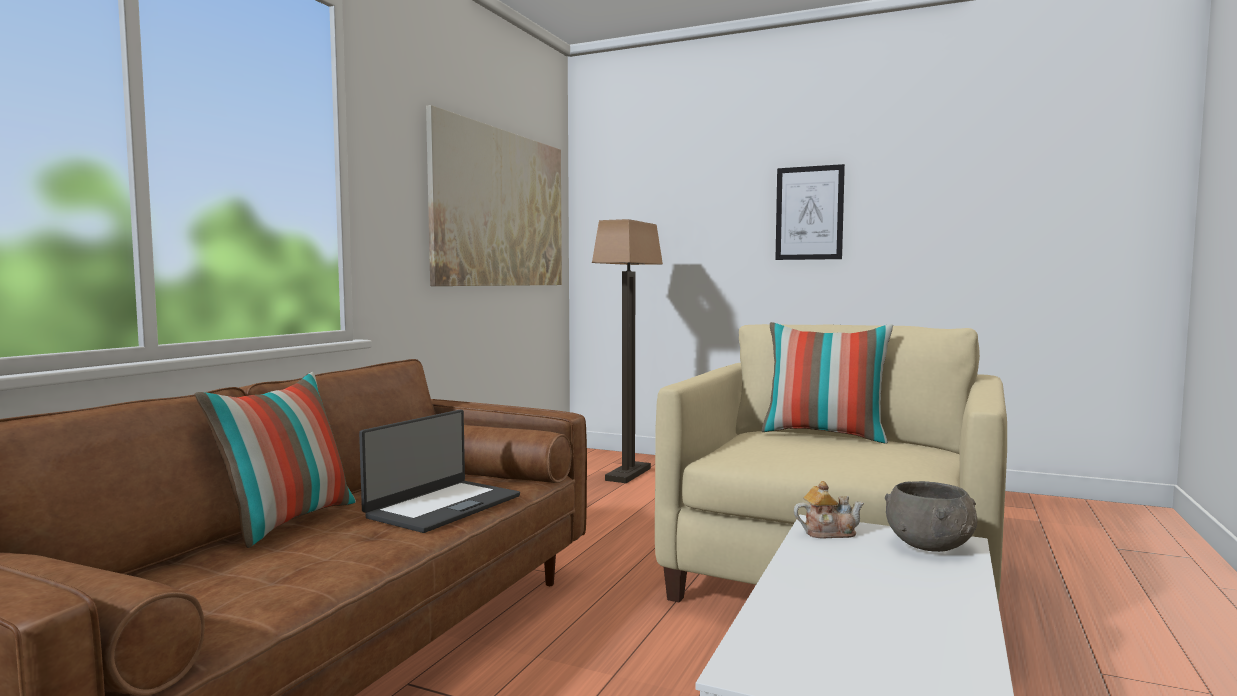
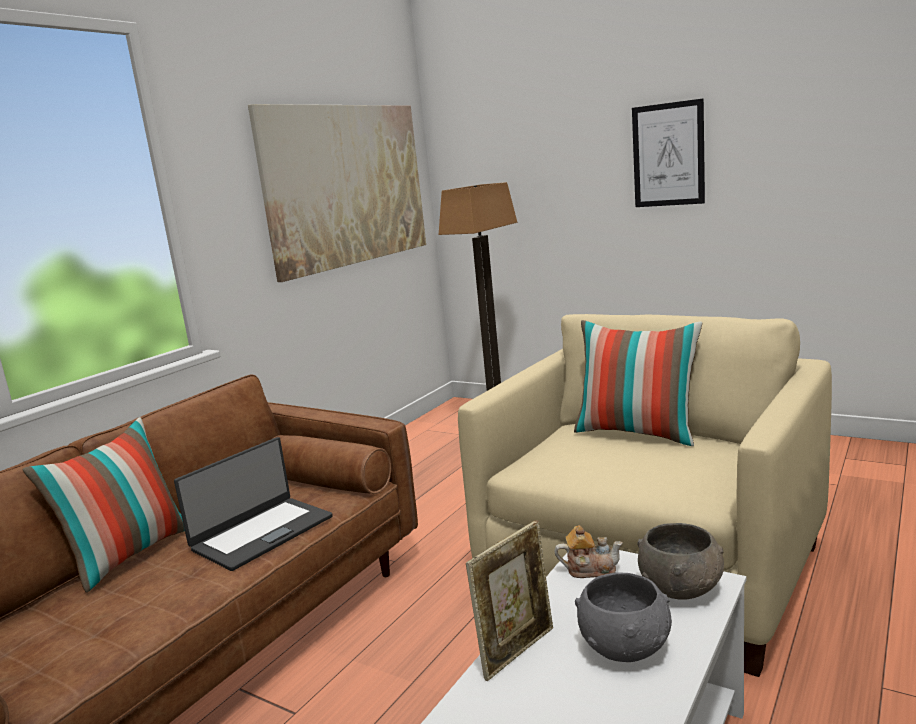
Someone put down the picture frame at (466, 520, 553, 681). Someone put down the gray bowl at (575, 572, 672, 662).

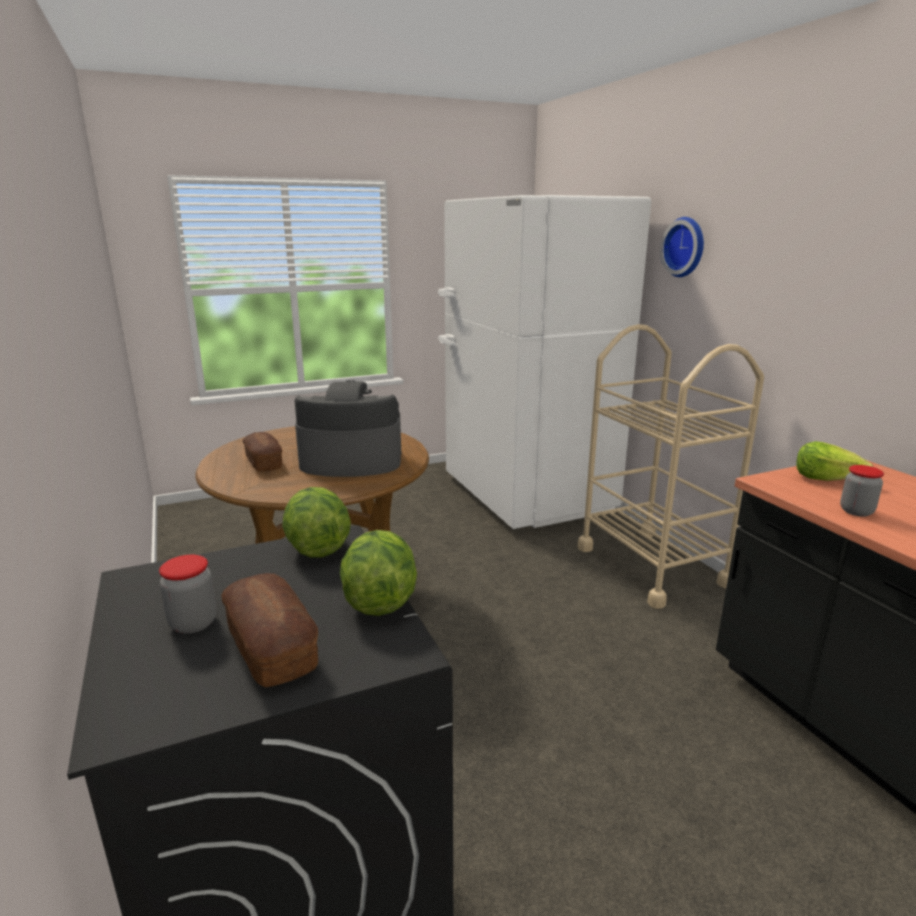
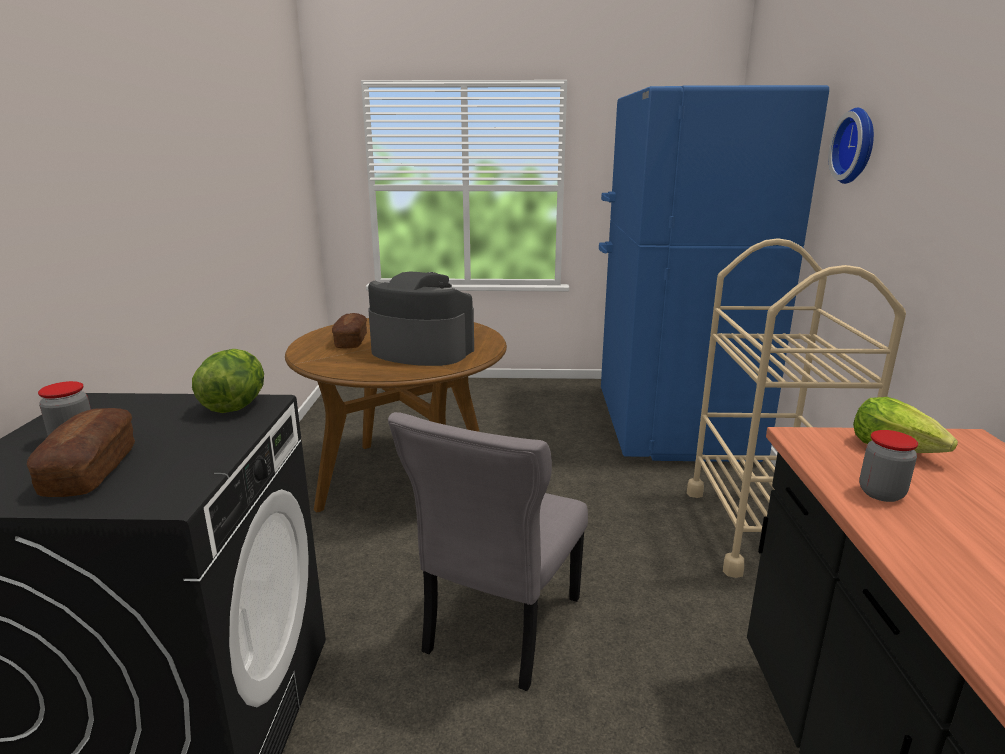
Someone took away the lettuce head at (340, 530, 417, 616). Someone put down the gray upright chair at (388, 412, 588, 691). Someone repainted the white-coloured fridge at (438, 195, 651, 529), which became the blue fridge at (599, 85, 829, 462).

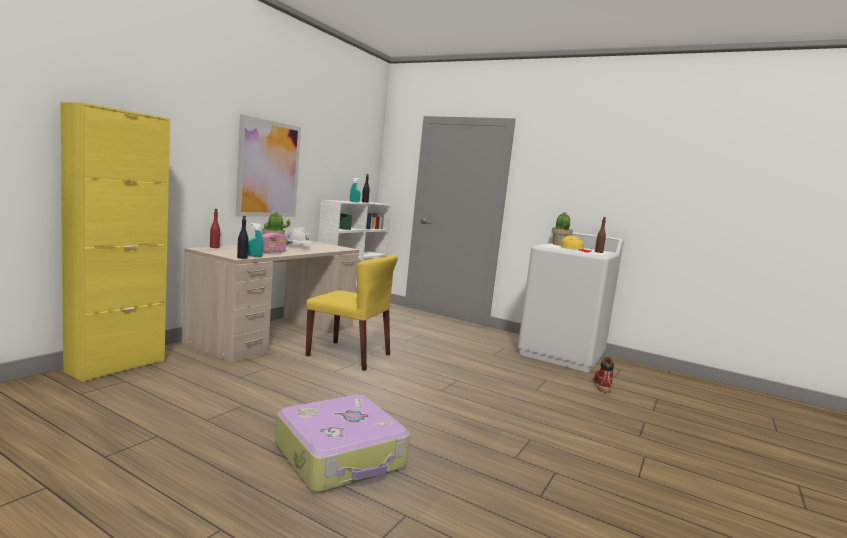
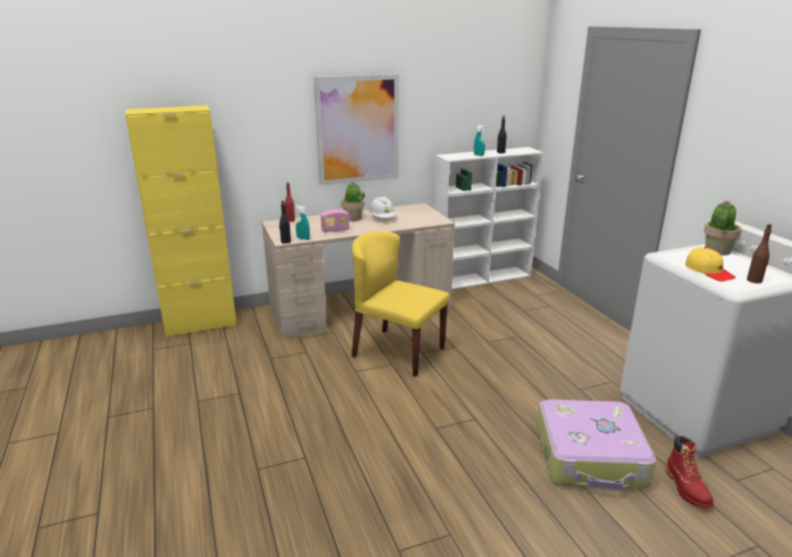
Someone carried the piece of luggage from (275, 395, 410, 492) to (537, 400, 656, 490). Someone rotated the yellow-coloured upright chair at (306, 255, 398, 371) by 150 degrees clockwise. Someone rotated the red-coloured tall boot at (594, 357, 614, 393) by 120 degrees clockwise.

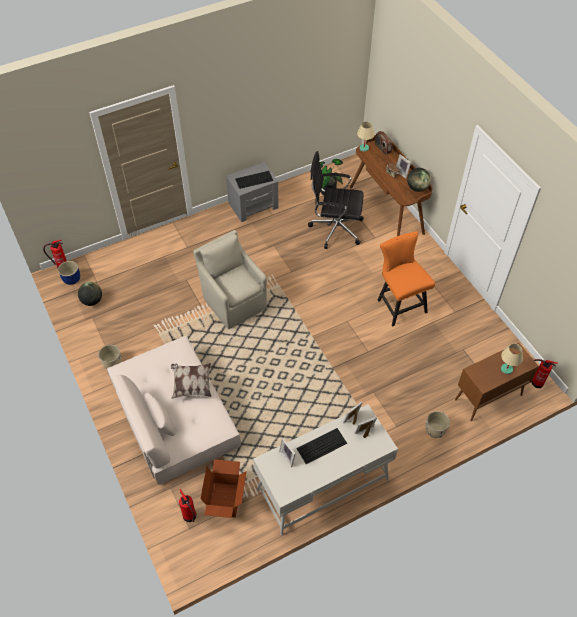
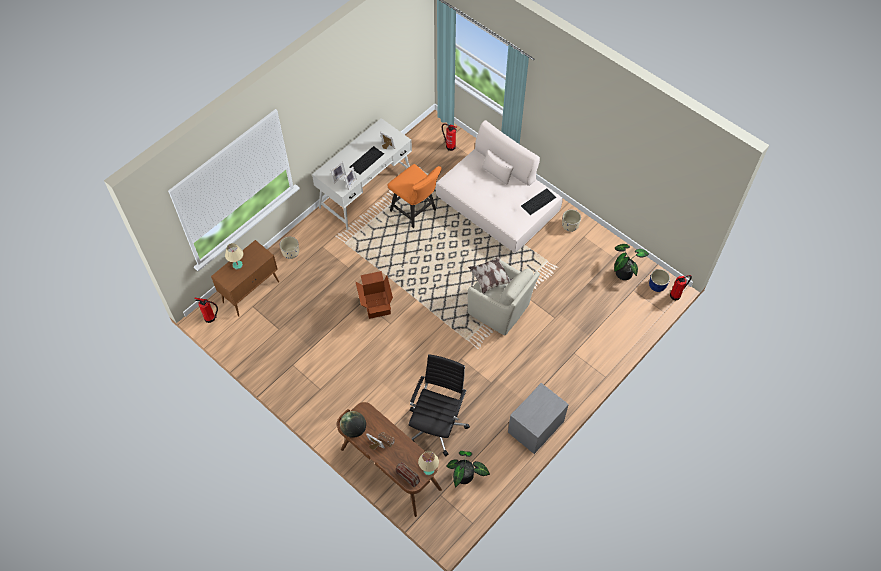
Someone carried the pillow from (171, 363, 212, 399) to (468, 256, 513, 294). Someone carried the cardboard box from (200, 459, 247, 518) to (356, 271, 393, 319). Someone carried the keyboard from (235, 171, 273, 189) to (521, 189, 556, 215). Someone carried the orangey upright chair from (377, 231, 435, 326) to (387, 164, 442, 228). Someone swapped the desk globe at (78, 282, 102, 306) for the plant in a pot at (614, 244, 649, 280). Someone rotated the blackish office chair at (308, 151, 364, 249) by 60 degrees counterclockwise.

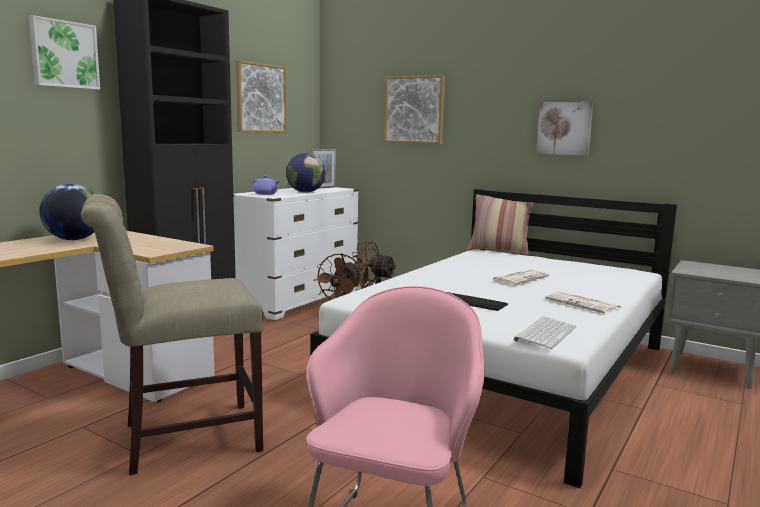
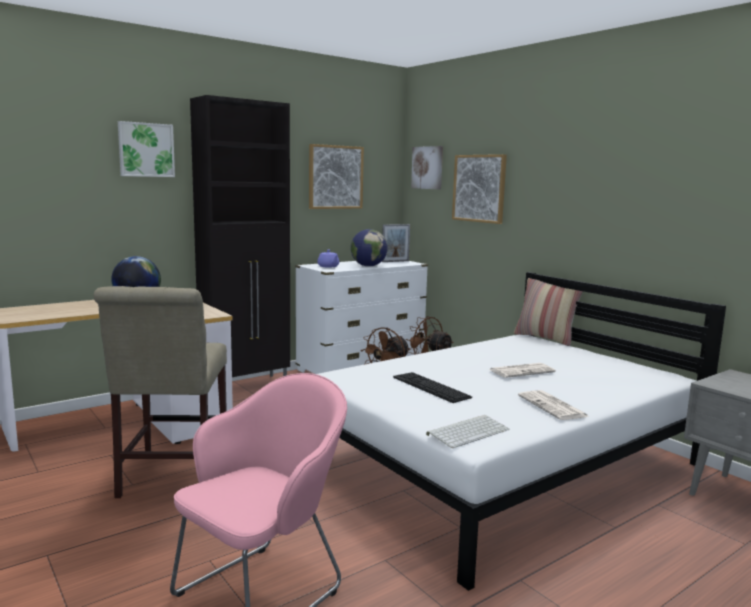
Someone carried the wall picture from (536, 102, 593, 156) to (411, 146, 443, 190). Someone rotated the beige-coloured upright chair at (81, 194, 264, 475) by 90 degrees counterclockwise.

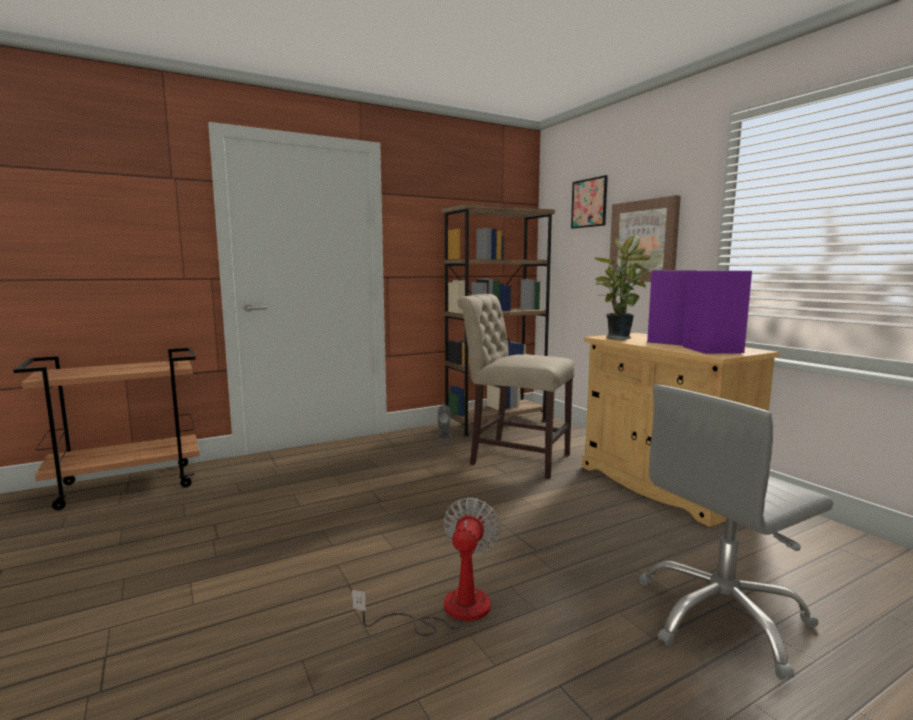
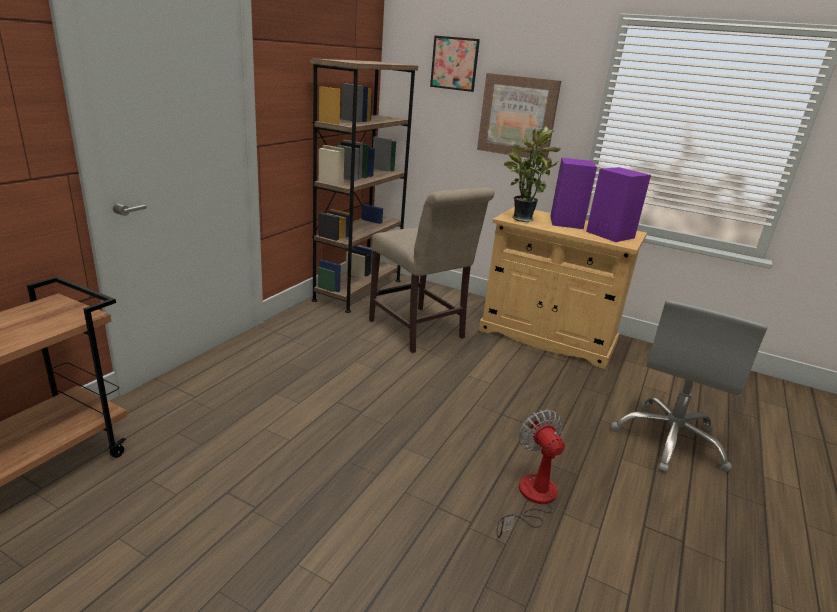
Someone took away the gray loudspeaker at (437, 405, 452, 441). Someone rotated the beige-coloured upright chair at (457, 294, 574, 479) by 120 degrees counterclockwise.

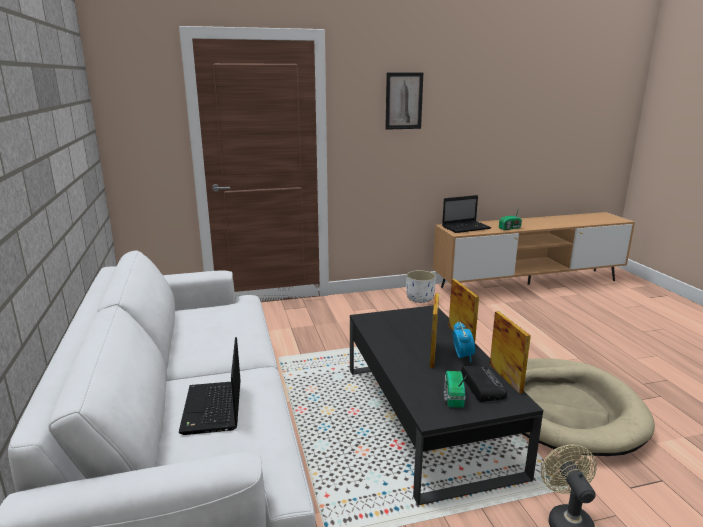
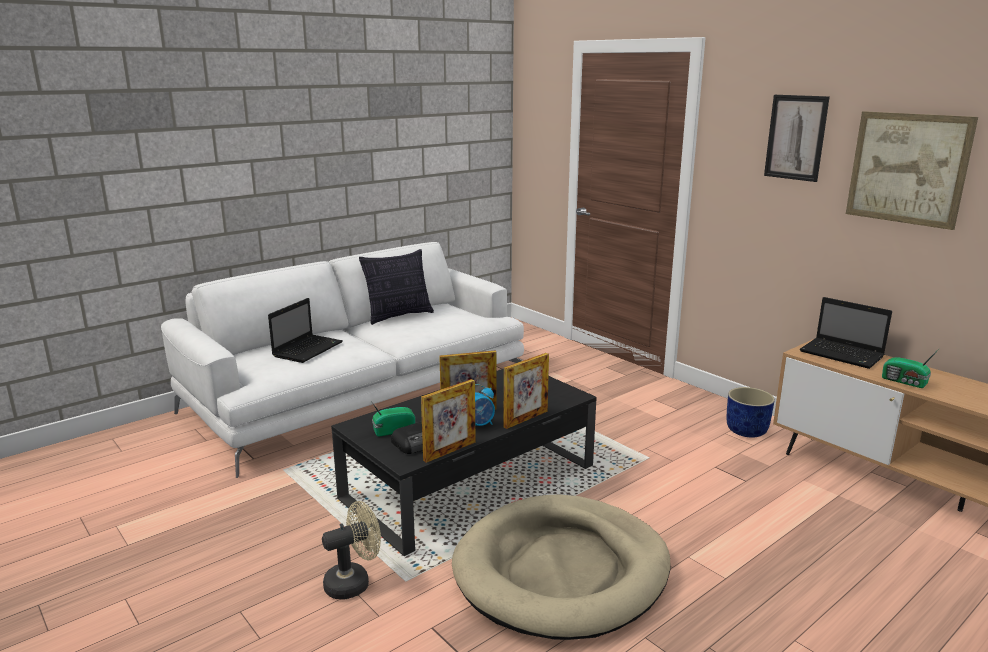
Someone put down the pillow at (359, 249, 434, 325). Someone put up the wall picture at (846, 111, 978, 230). Someone repainted the white-coloured flower pot at (406, 270, 436, 303), which became the blue flower pot at (727, 387, 775, 437). Someone rotated the notebook computer at (179, 337, 241, 435) by 150 degrees clockwise.

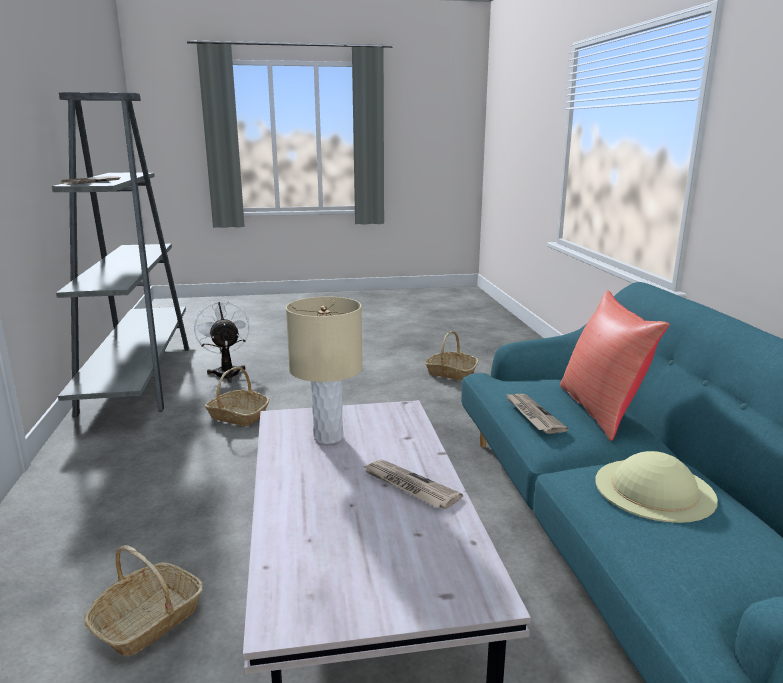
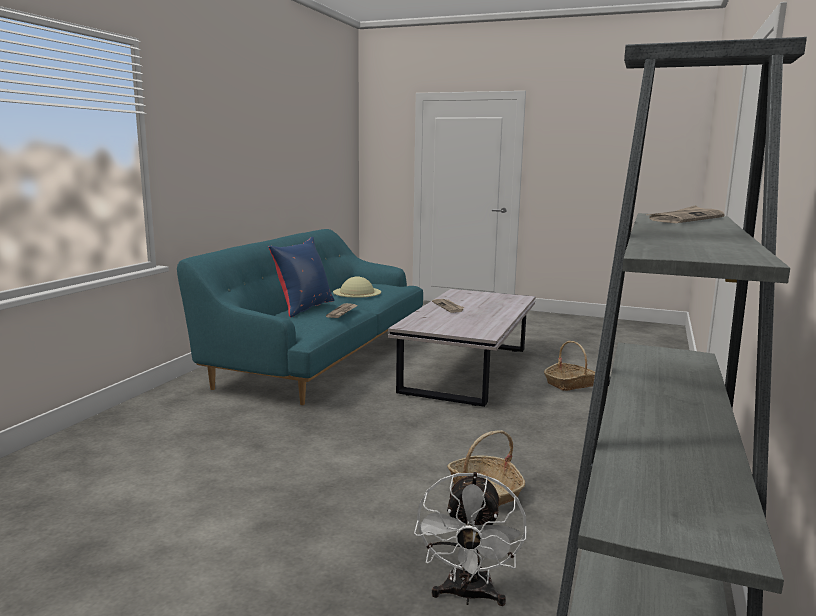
Someone took away the beige-coloured tabletop lamp at (286, 297, 363, 444). Someone took away the storage basket at (425, 331, 479, 381). Someone repainted the red-coloured pillow at (560, 291, 669, 441), which became the blue pillow at (269, 237, 335, 317).

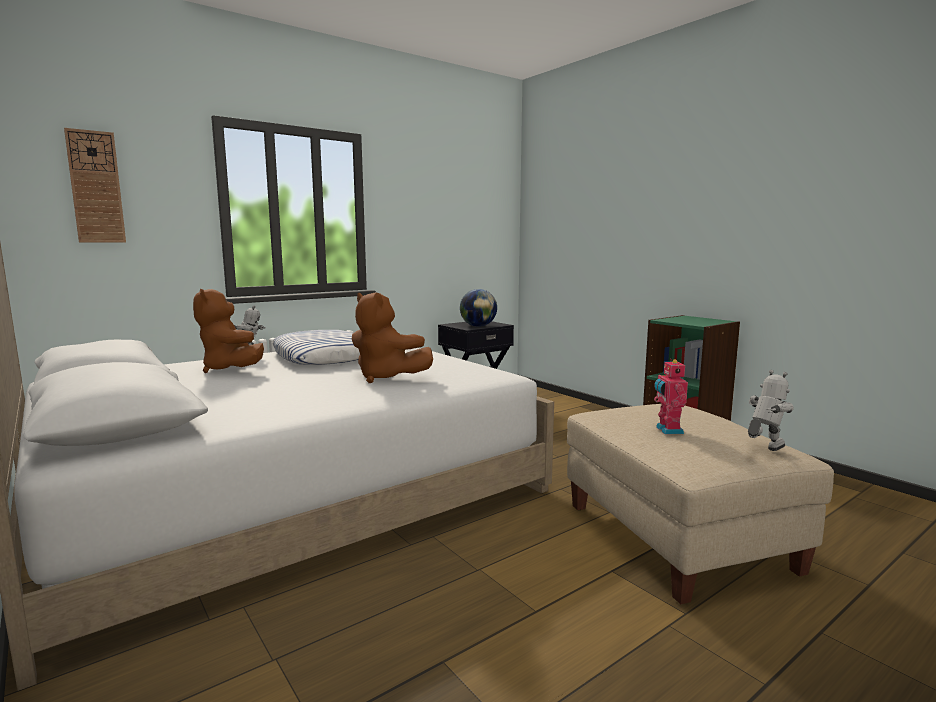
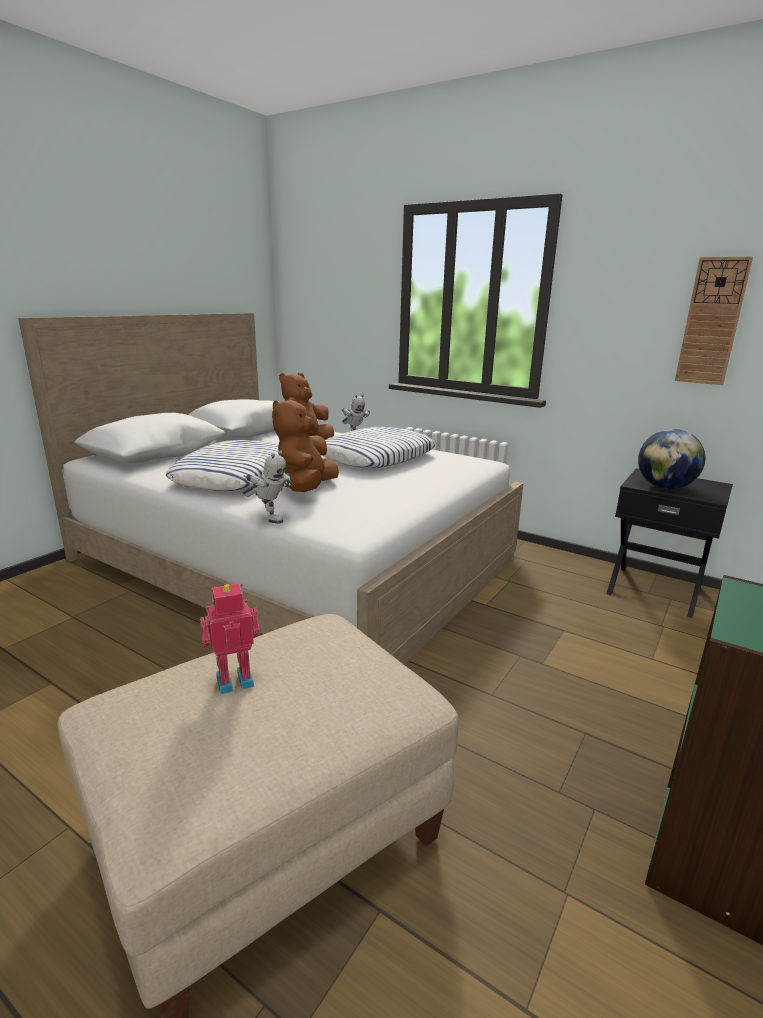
Someone put down the pillow at (165, 440, 279, 491). Someone carried the clock on the wall from (64, 128, 126, 243) to (675, 257, 753, 385). Someone carried the toy robot from (748, 370, 794, 451) to (242, 450, 291, 524).

